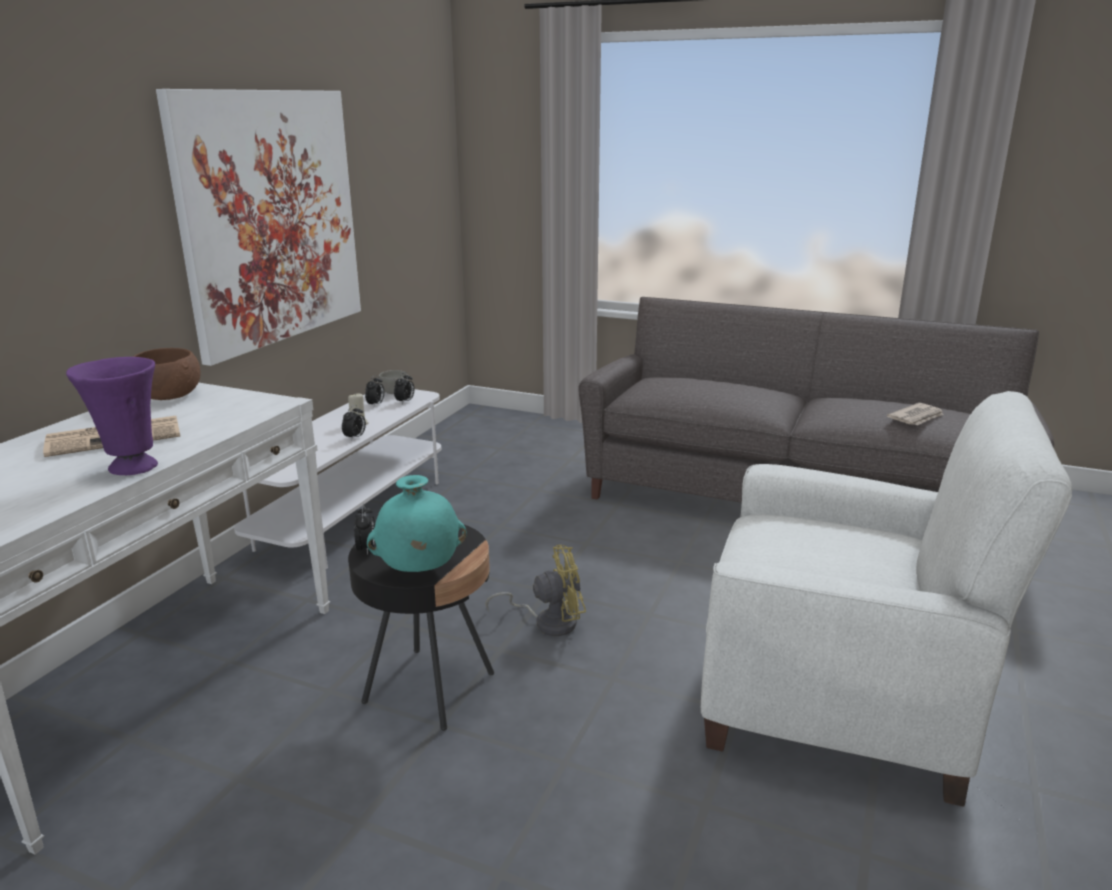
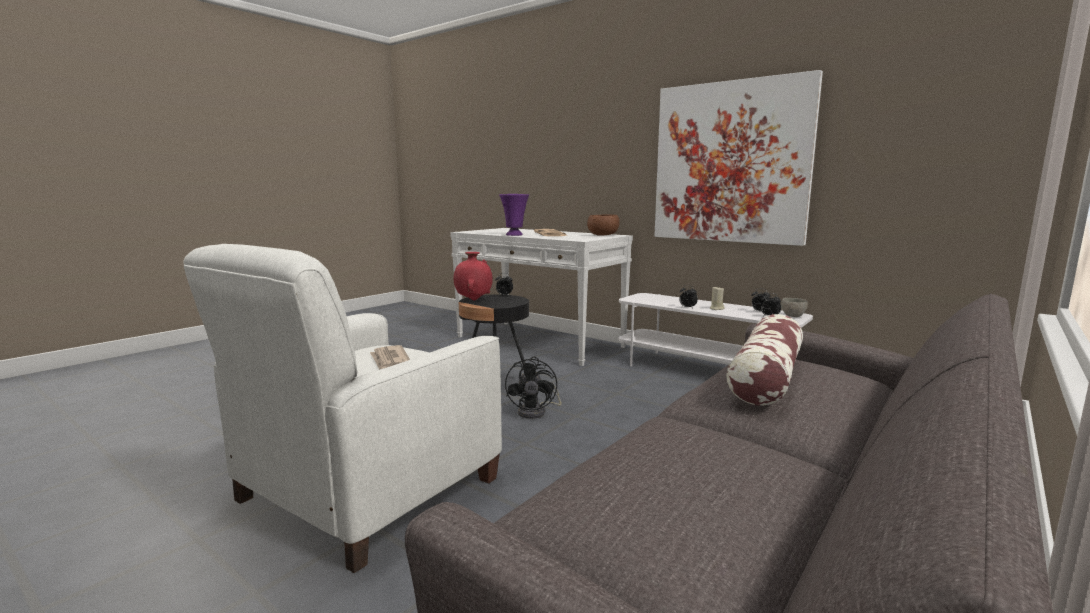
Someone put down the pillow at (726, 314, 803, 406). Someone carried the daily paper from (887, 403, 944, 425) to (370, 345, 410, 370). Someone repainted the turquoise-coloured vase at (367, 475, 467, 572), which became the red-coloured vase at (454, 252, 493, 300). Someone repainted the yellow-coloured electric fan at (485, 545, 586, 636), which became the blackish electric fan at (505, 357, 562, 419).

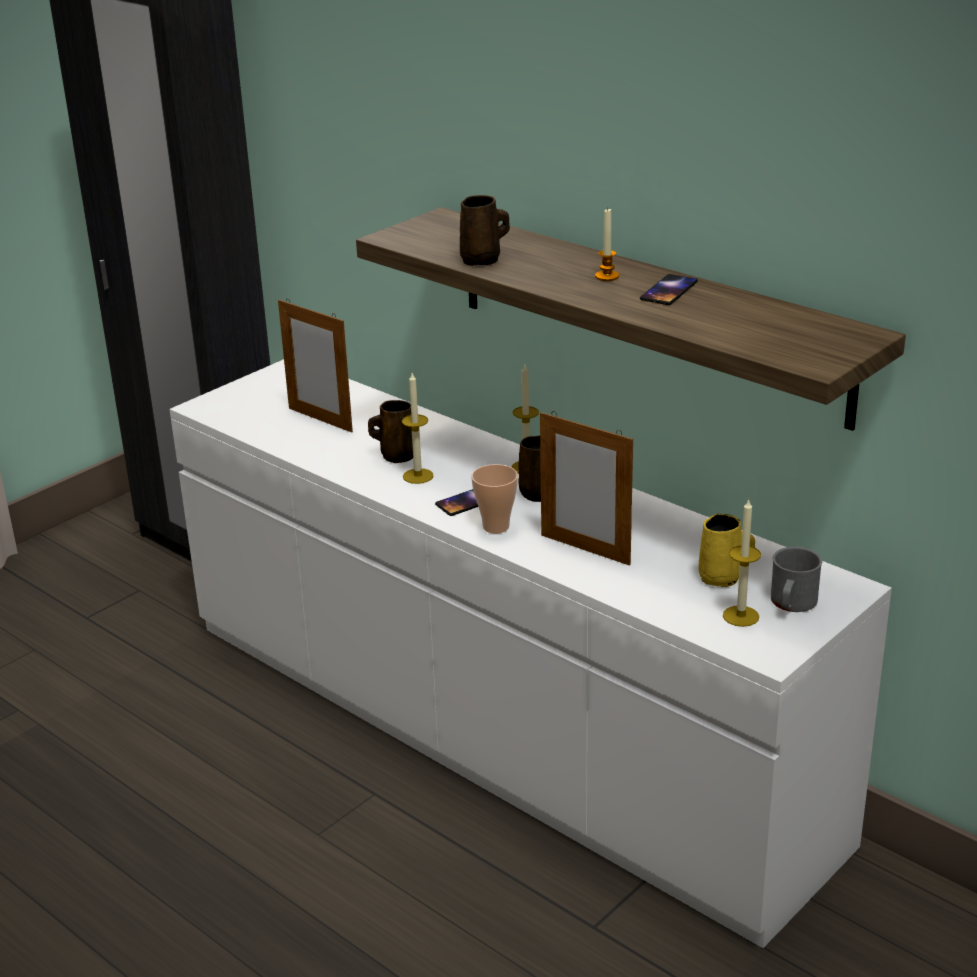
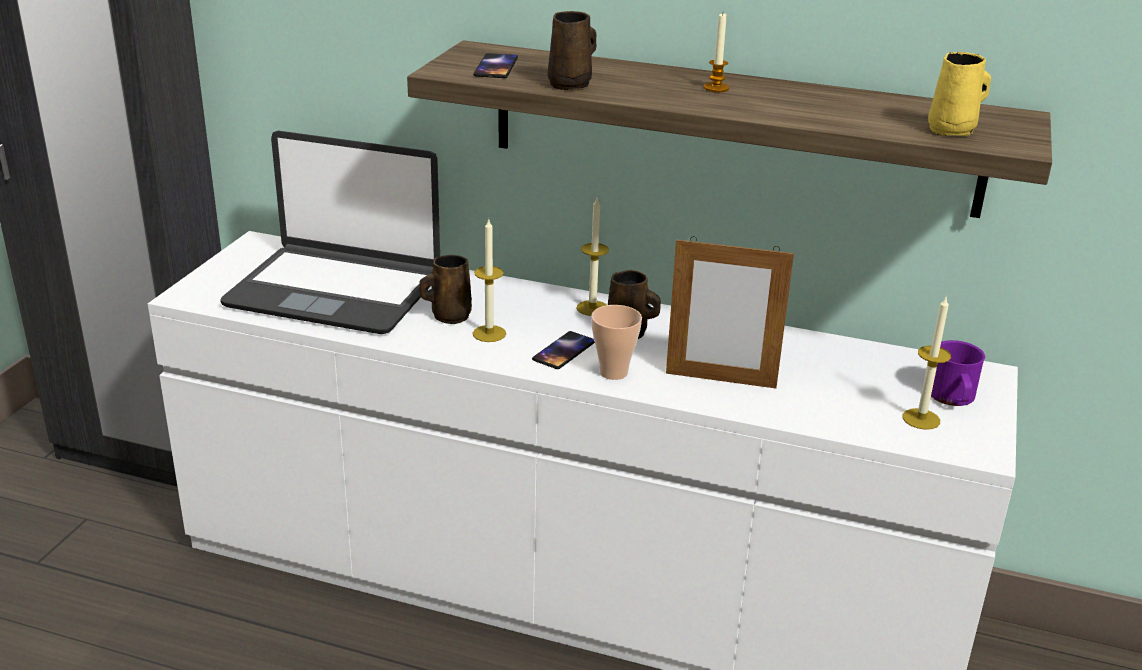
Someone carried the phone from (640, 274, 698, 305) to (473, 53, 518, 78). Someone carried the yellow-coloured coffee mug from (699, 514, 755, 587) to (928, 52, 991, 136). Someone swapped the picture frame at (278, 298, 353, 433) for the notebook computer at (220, 131, 440, 334). Someone repainted the gray coffee mug at (771, 547, 822, 612), which became the purple coffee mug at (931, 340, 985, 406).

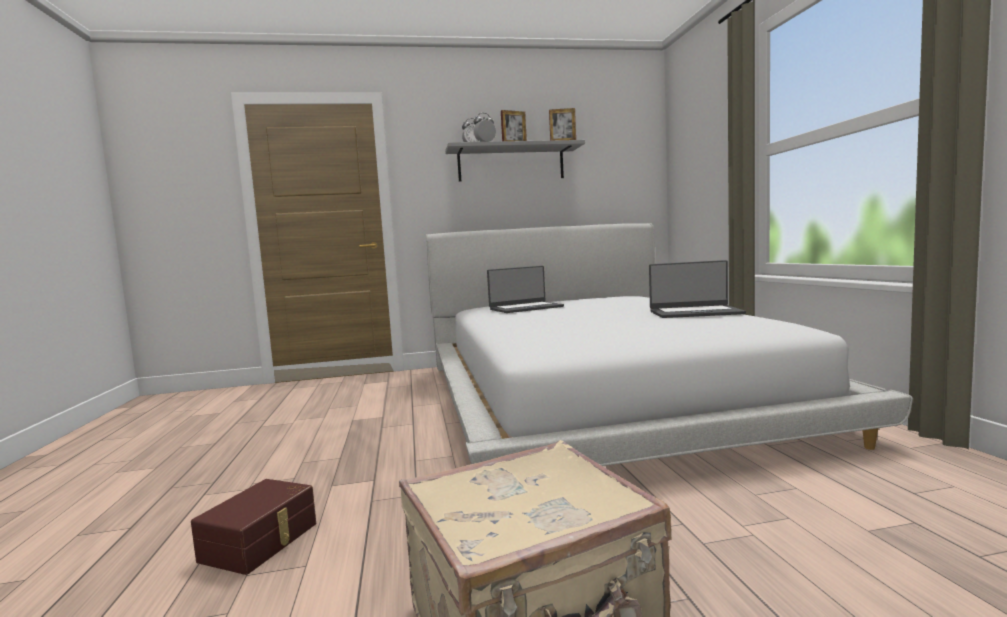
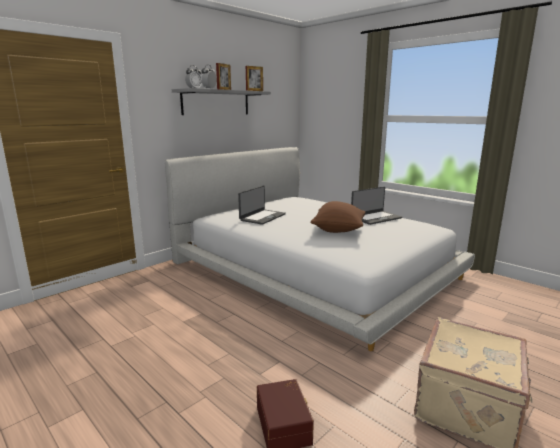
Someone put down the brown-coloured pillow at (311, 201, 365, 233).

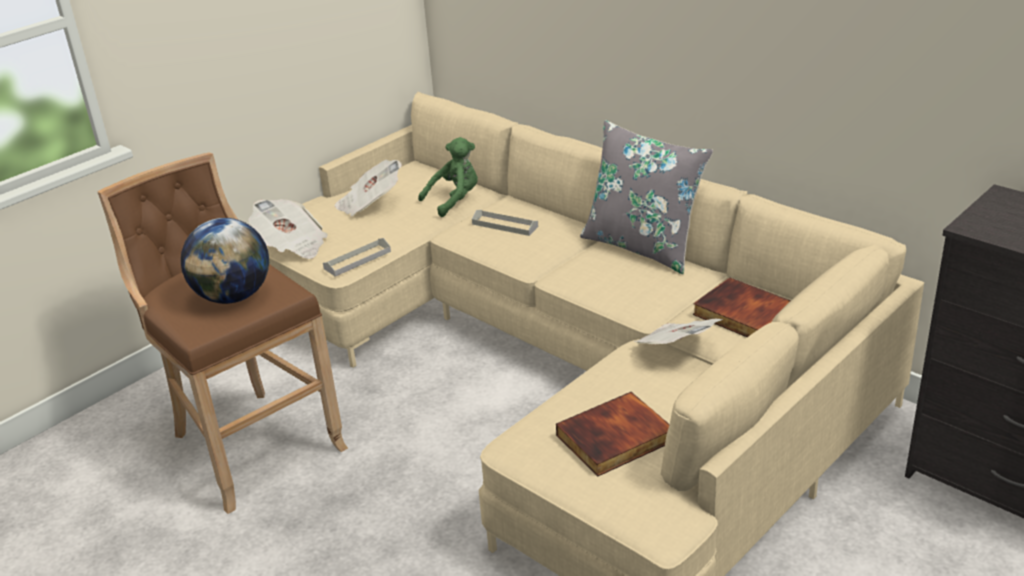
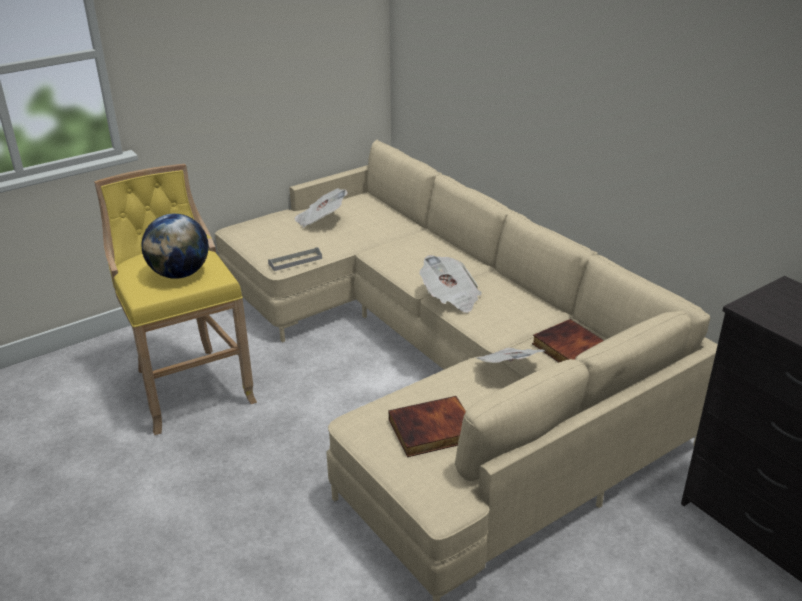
Someone took away the green-coloured soft toy at (418, 137, 478, 217). Someone took away the gray serving tray at (472, 210, 538, 236). Someone took away the gray pillow at (580, 120, 713, 274). Someone carried the daily paper from (248, 199, 328, 259) to (420, 255, 482, 313). Someone repainted the brown-coloured stool seat at (97, 152, 348, 514), which became the yellow-coloured stool seat at (94, 164, 257, 435).

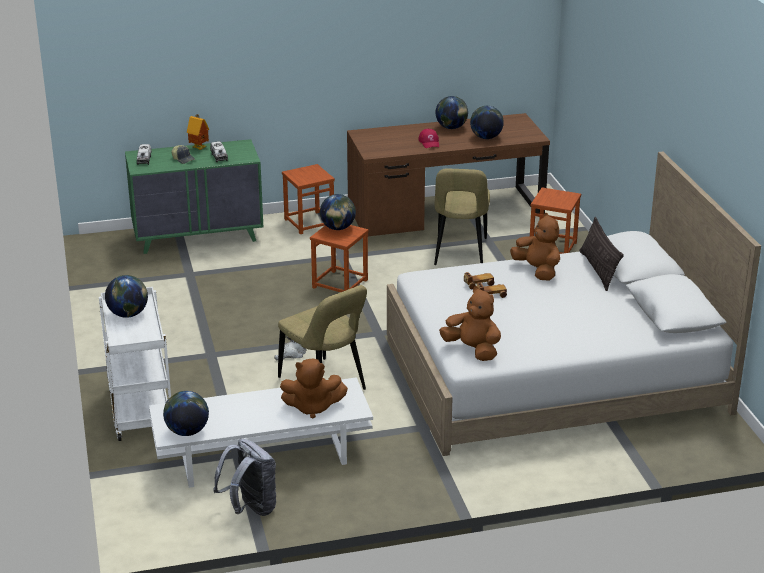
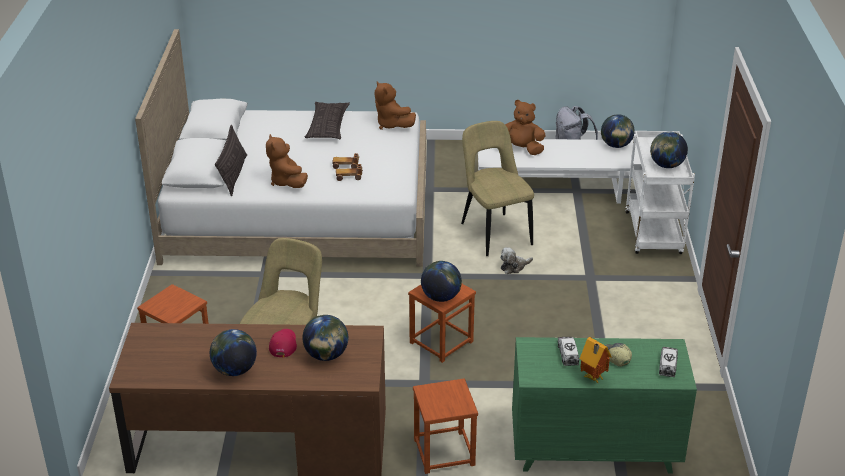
Someone put down the pillow at (305, 102, 350, 139). Someone carried the desk globe from (470, 106, 504, 139) to (302, 315, 348, 361).

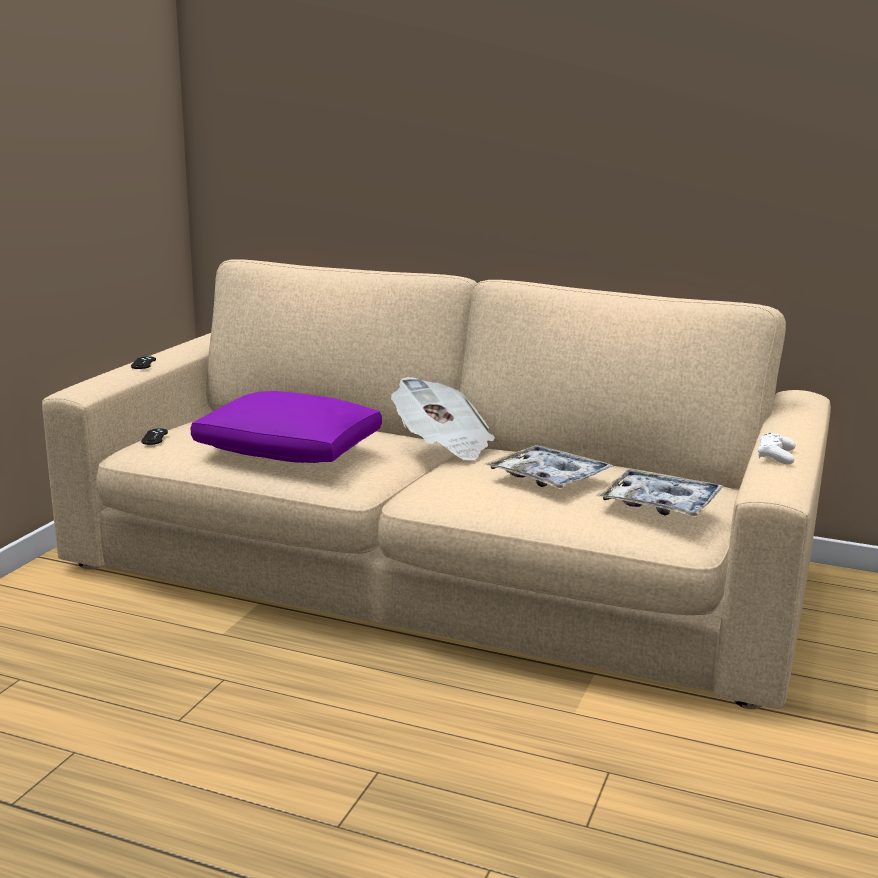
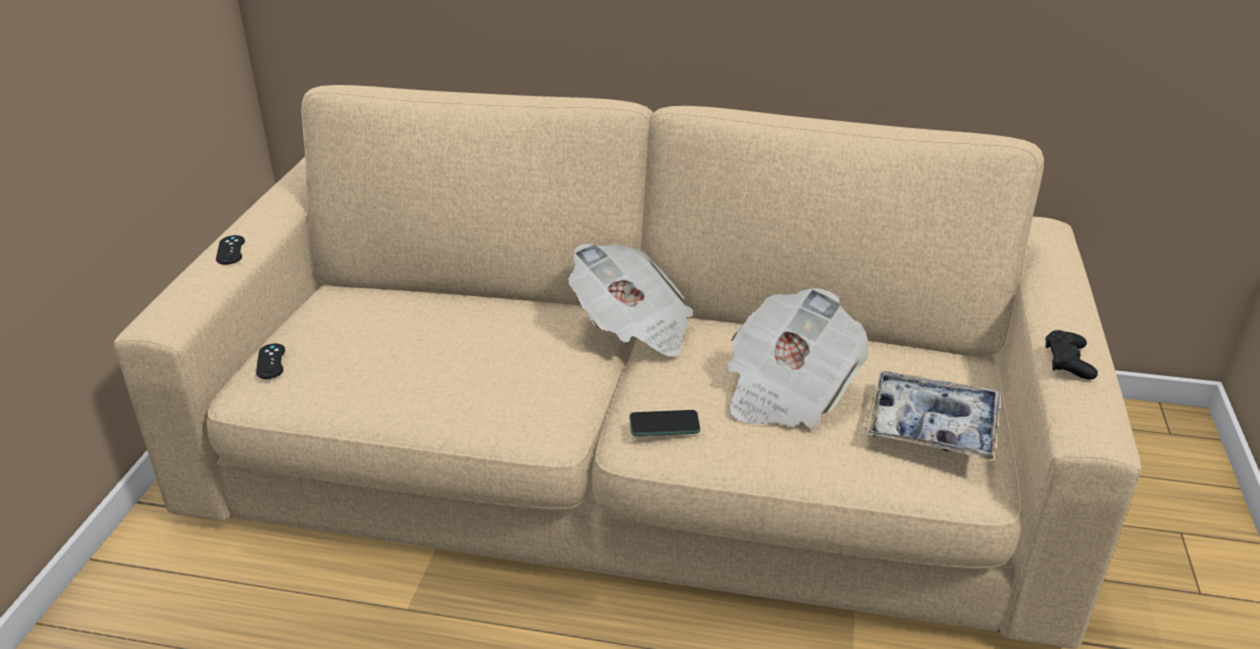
Someone took away the purple pillow at (190, 391, 382, 463). Someone put down the phone at (629, 410, 700, 436). Someone swapped the serving tray at (485, 445, 614, 489) for the daily paper at (727, 288, 869, 428). Someone repainted the white-coloured joypad at (758, 433, 796, 464), which became the blackish joypad at (1045, 330, 1098, 380).

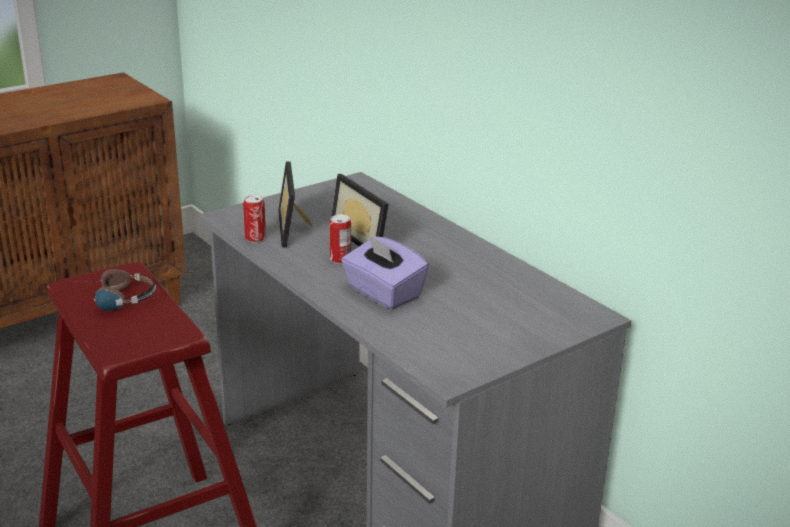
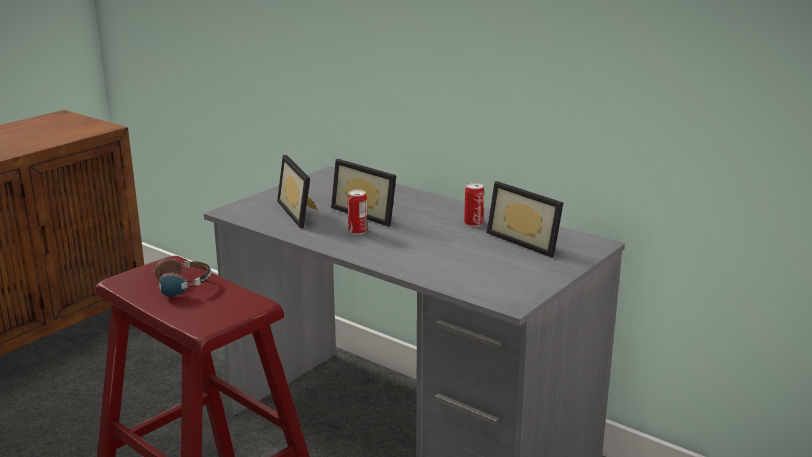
Someone took away the purple tissue box at (342, 234, 429, 309). Someone put down the picture frame at (487, 181, 563, 257). Someone carried the sealed can from (243, 195, 266, 243) to (464, 183, 484, 227).

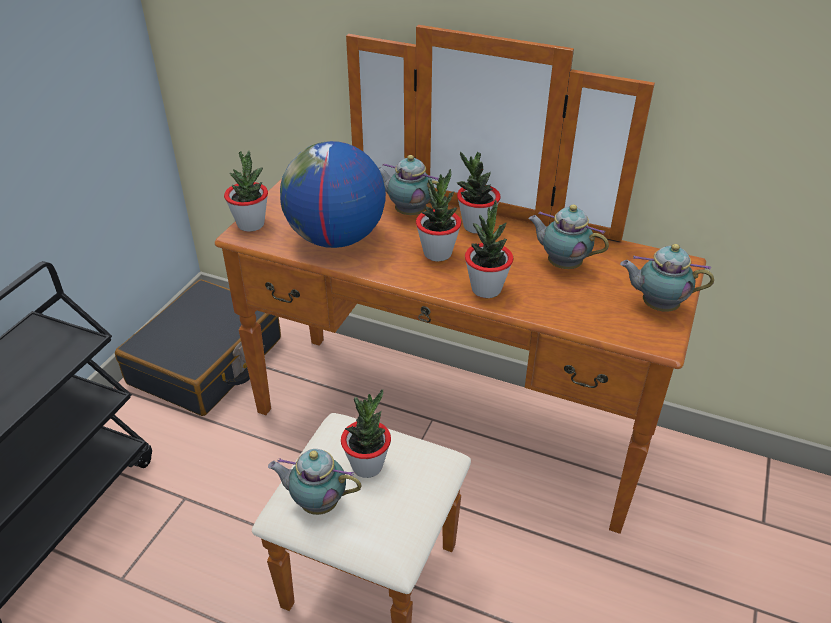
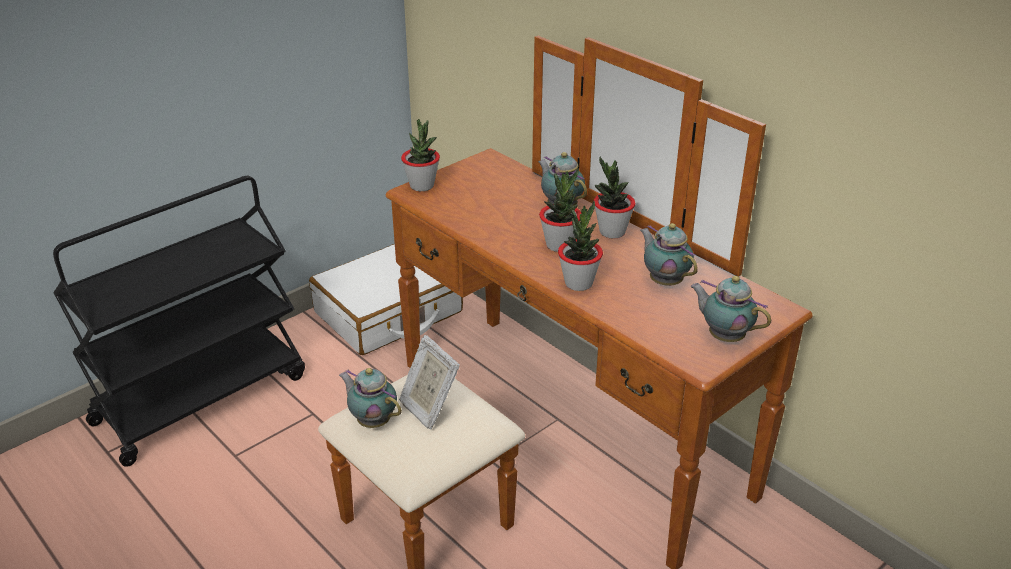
Someone took away the desk globe at (280, 141, 386, 248). Someone swapped the plant in a pot at (341, 389, 391, 478) for the picture frame at (399, 335, 460, 429). Someone repainted the blackish piece of luggage at (115, 280, 281, 416), which became the white-coloured piece of luggage at (309, 244, 463, 355).

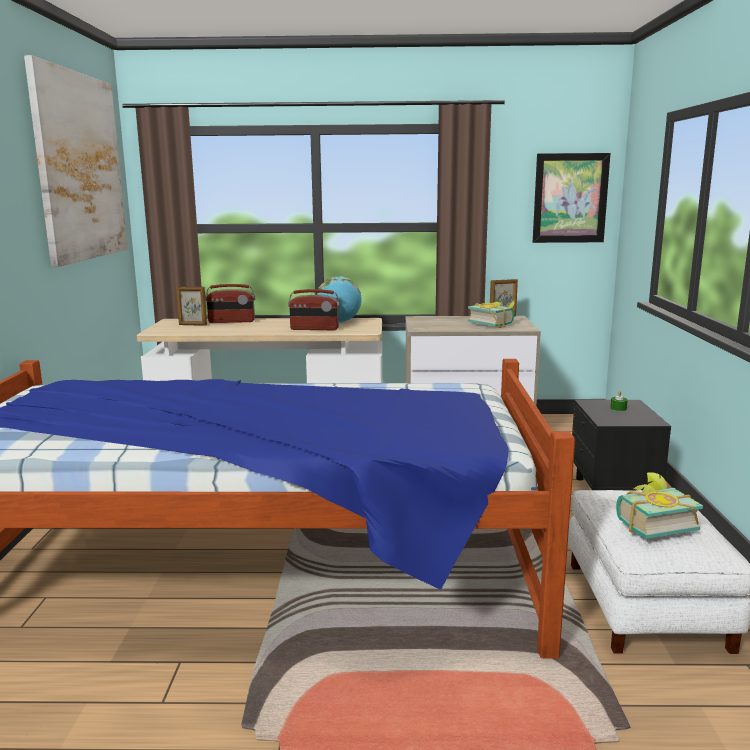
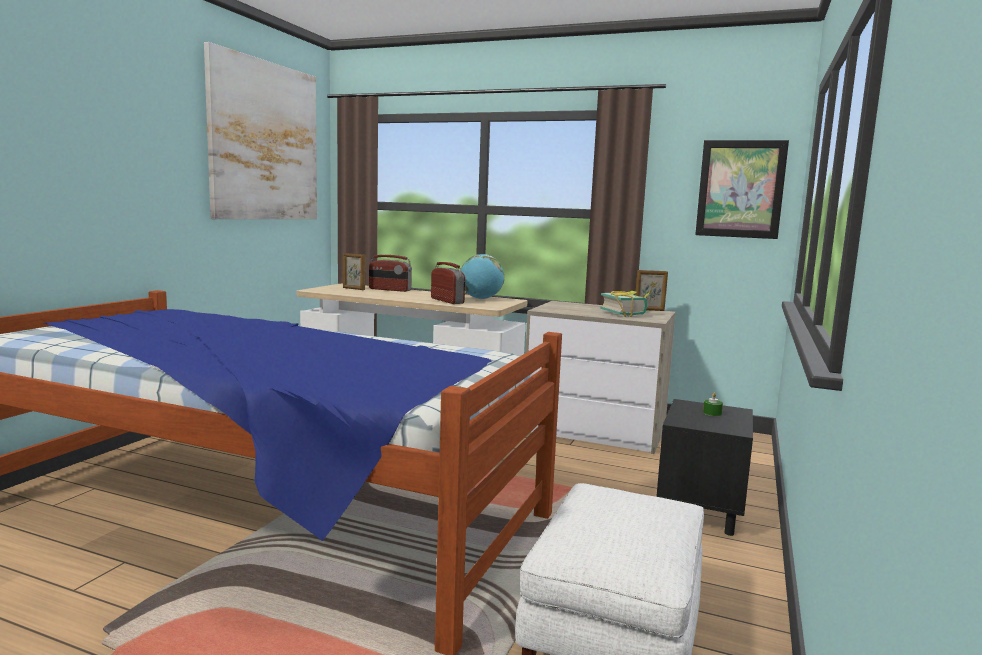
Someone took away the volume at (616, 472, 703, 539). Someone rotated the radio set at (288, 289, 340, 330) by 150 degrees counterclockwise.

